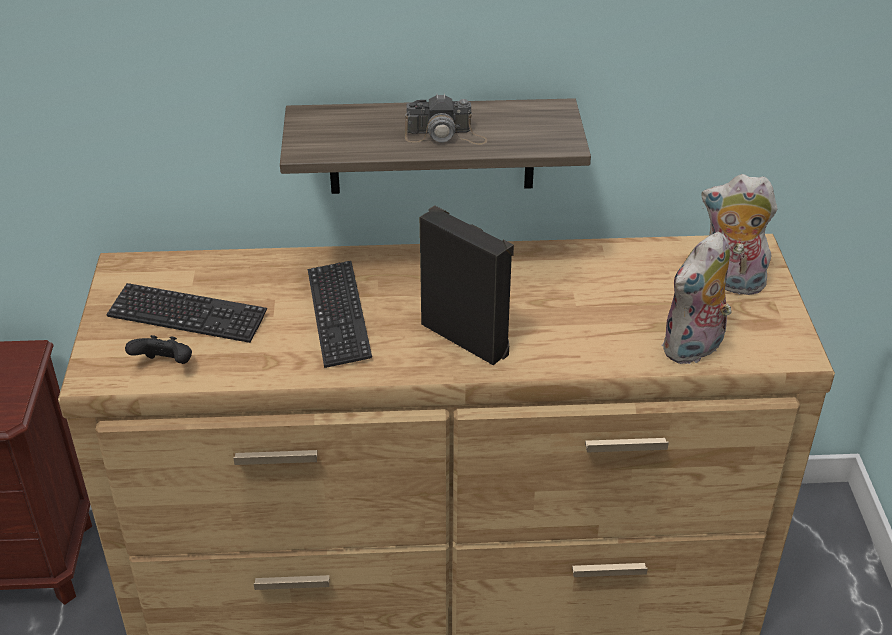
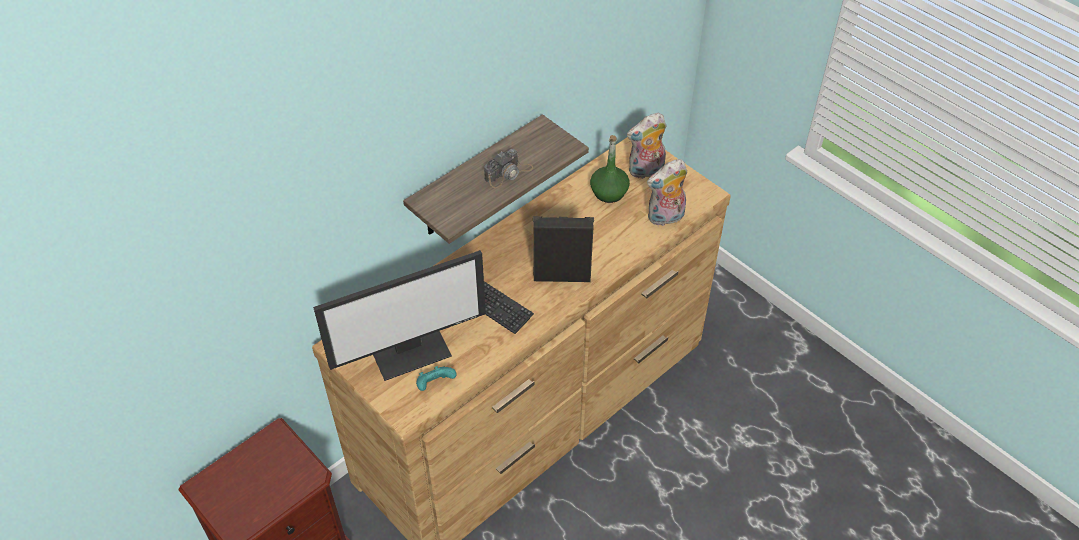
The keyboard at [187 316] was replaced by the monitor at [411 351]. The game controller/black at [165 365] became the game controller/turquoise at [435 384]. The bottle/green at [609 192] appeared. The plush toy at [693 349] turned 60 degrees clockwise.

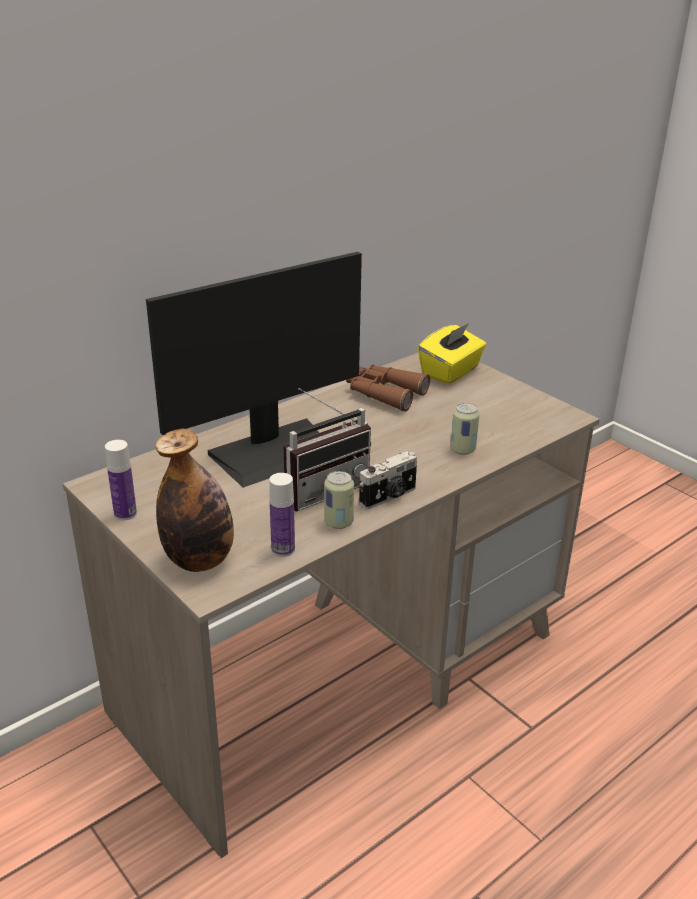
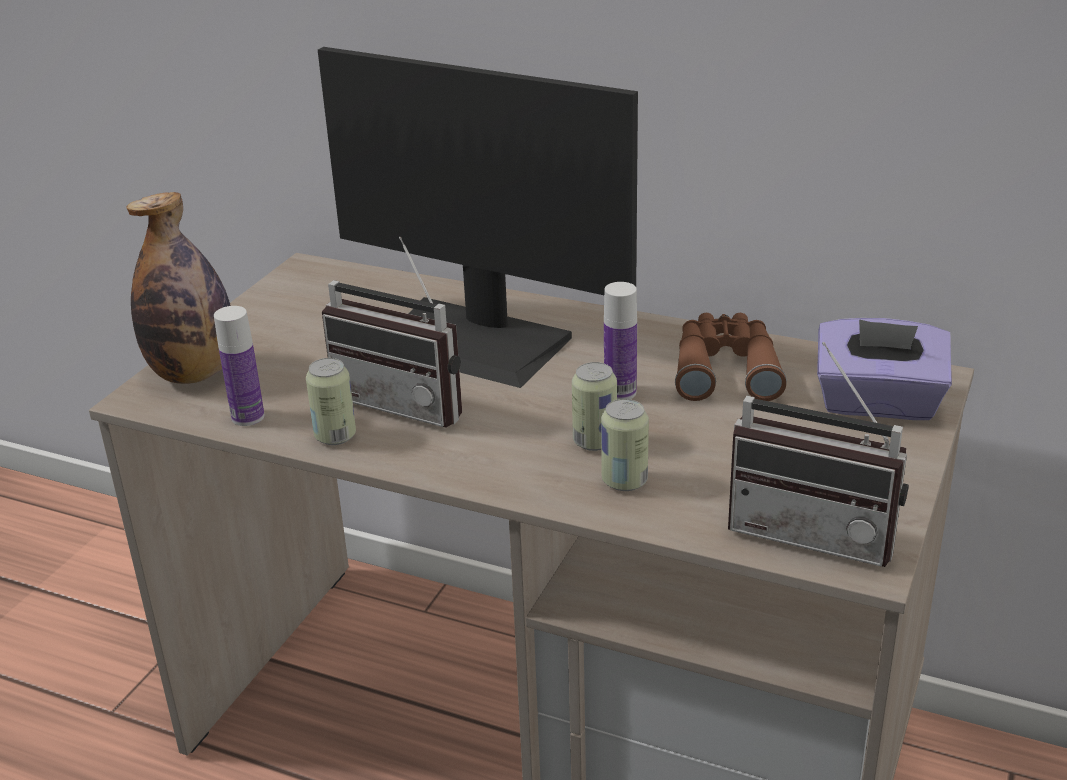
The can at [594 441] appeared. The bottle moved from [125 514] to [620 392]. The radio at [816 530] appeared. The tissue box/yellow at [451 372] became the tissue box/purple at [878 403]. The photo camera at [389 497] disappeared.

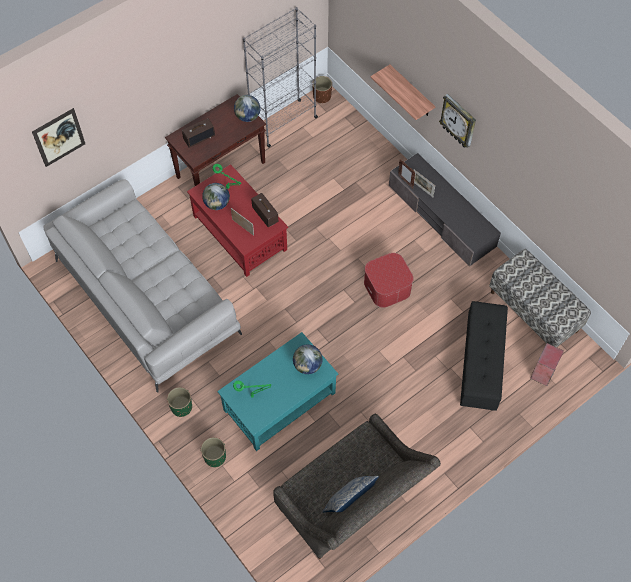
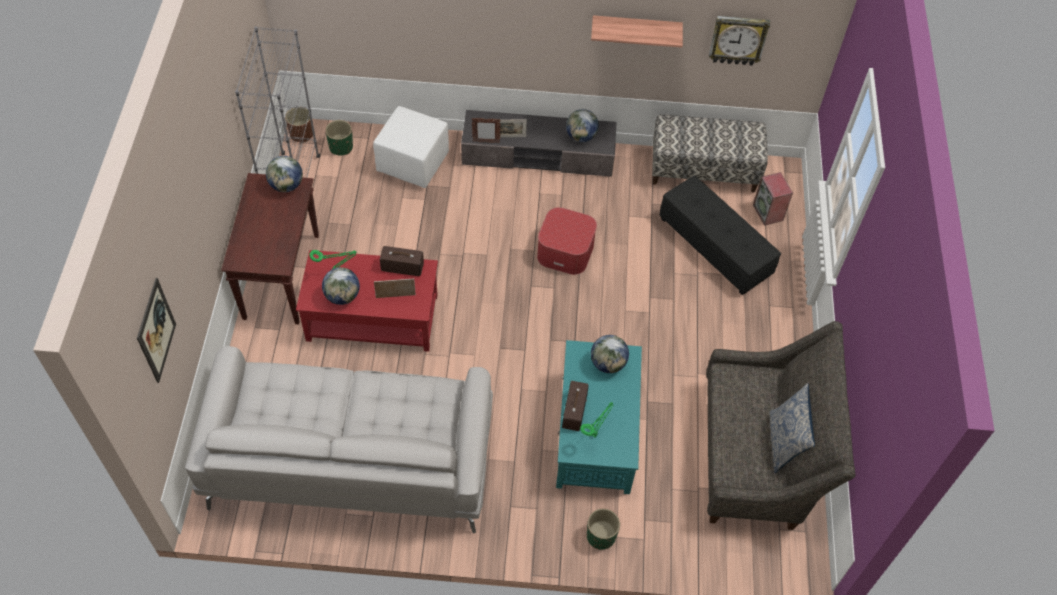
The planter/green moved from [181 407] to [341 147]. The ottoman/white at [413 163] appeared. The radio moved from [199 137] to [573 411]. The globe at [581 137] appeared. The shelf moved from [411 92] to [636 29]. The wall clock moved from [458 121] to [738 39].

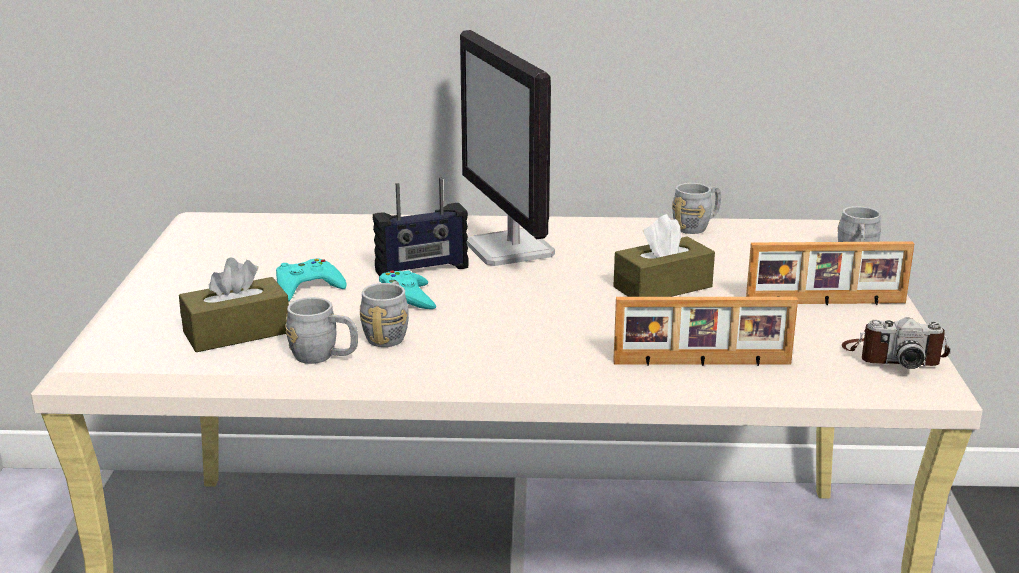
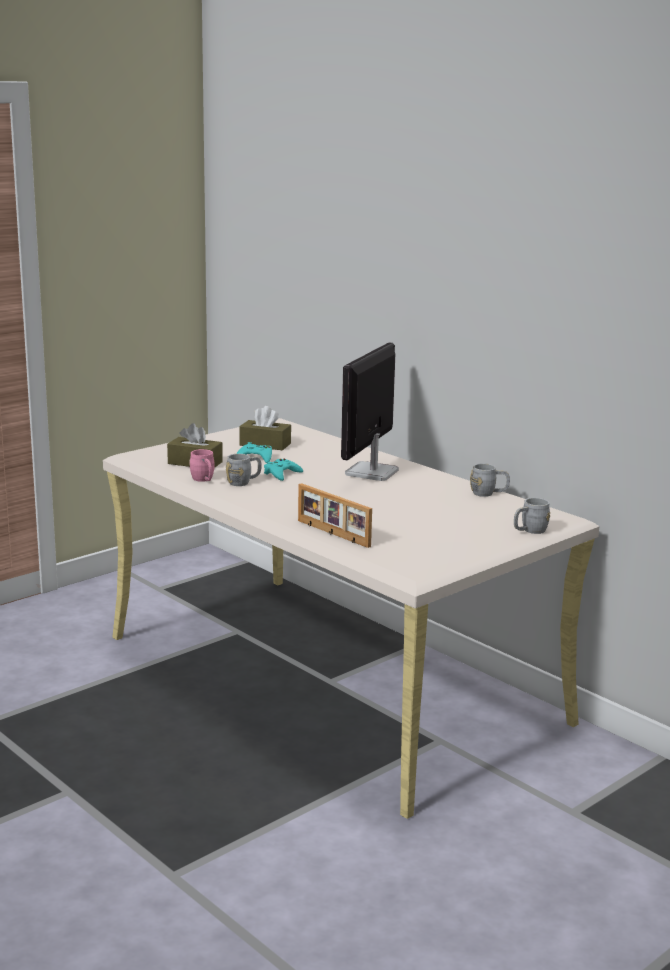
The mug/grey at [323 357] became the mug/pink at [204 480]. The tissue box/brown moved from [662 287] to [265 444]. The radio at [422 270] disappeared. The picture frame at [826 303] disappeared. The photo camera at [893 356] disappeared.

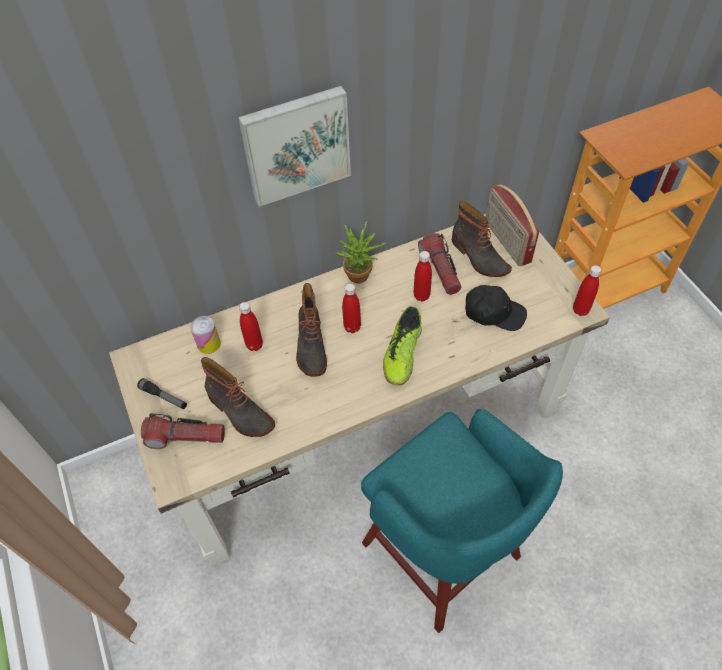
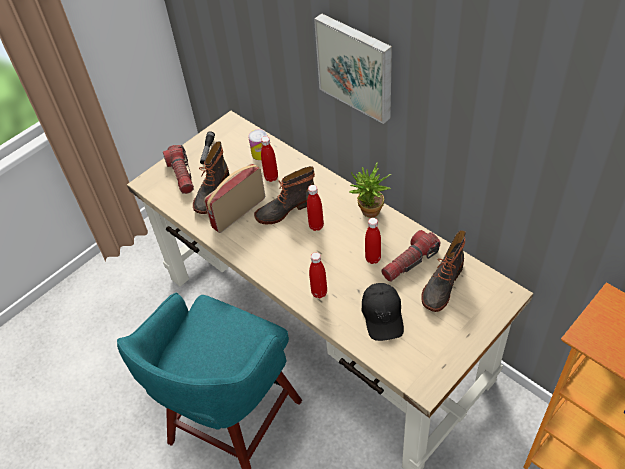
The radio moved from [506 242] to [238 212]. The bottle/red moved from [580 310] to [319 293]. The shoe at [402 354] disappeared.

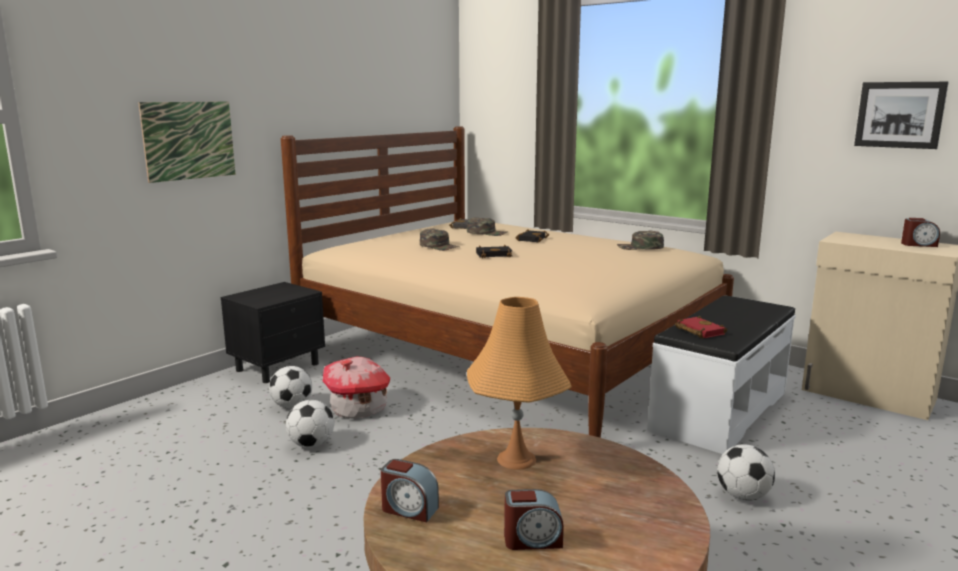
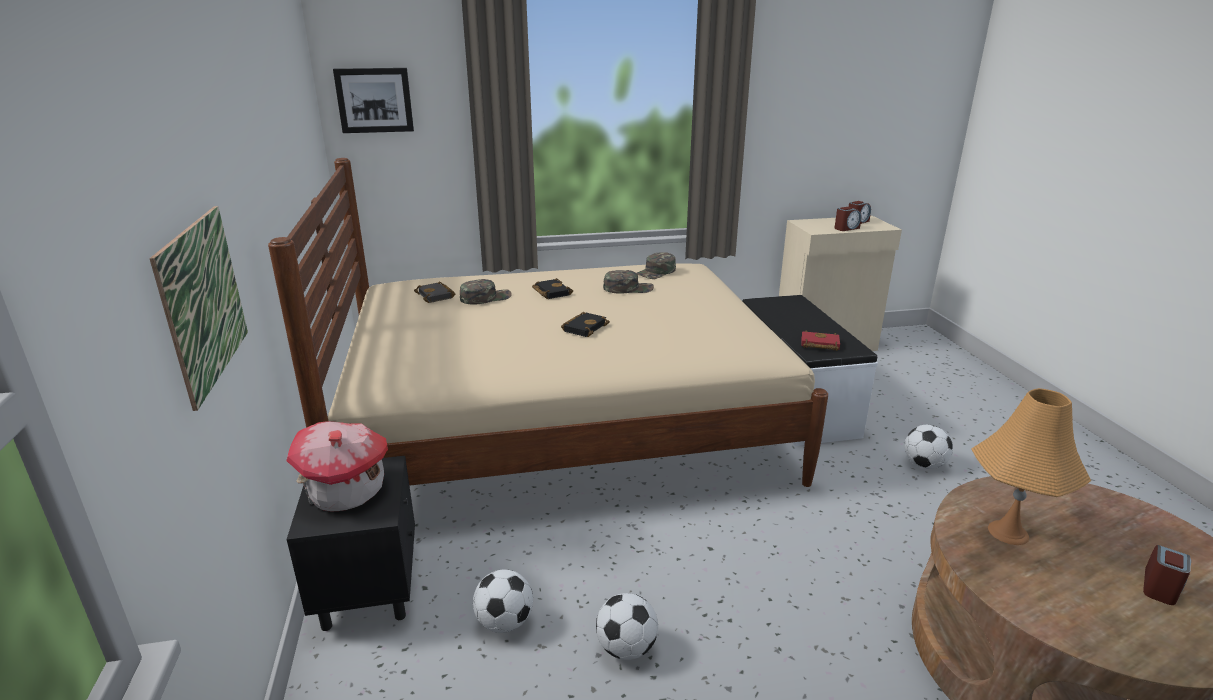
The toy house moved from [359 409] to [346 491]. The picture moved from [899 114] to [374 100]. The cap/green moved from [439 246] to [628 288]. The alarm clock moved from [409 509] to [846 228].

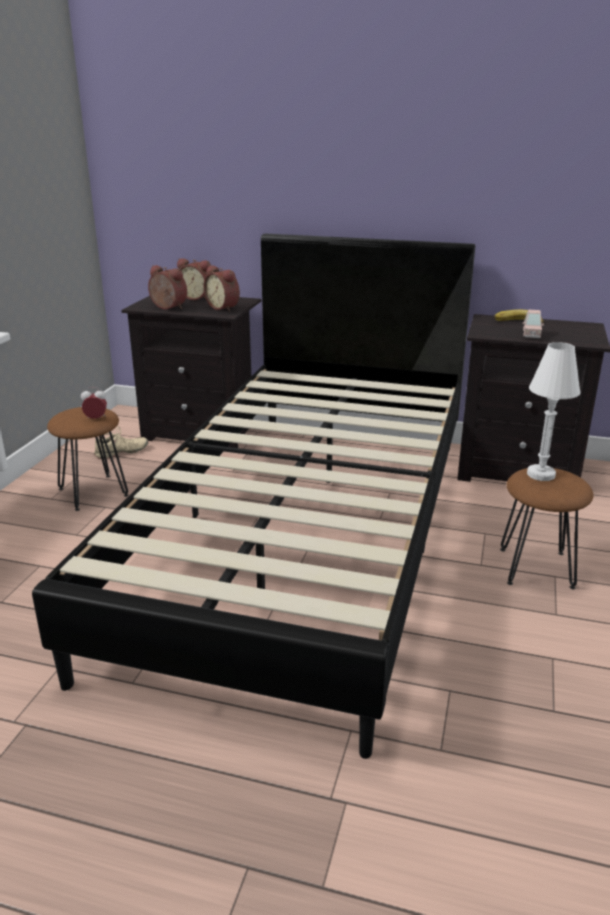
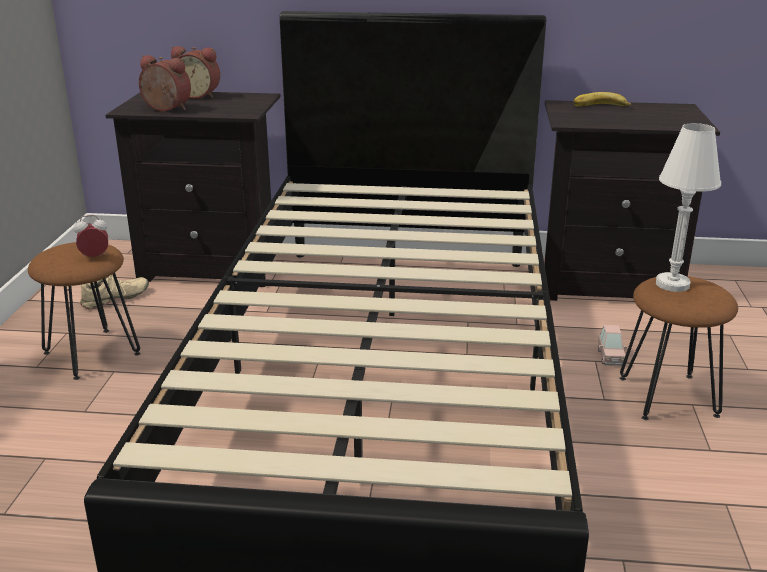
The toy car/pink moved from [531 335] to [610 357]. The alarm clock at [224 307] disappeared.

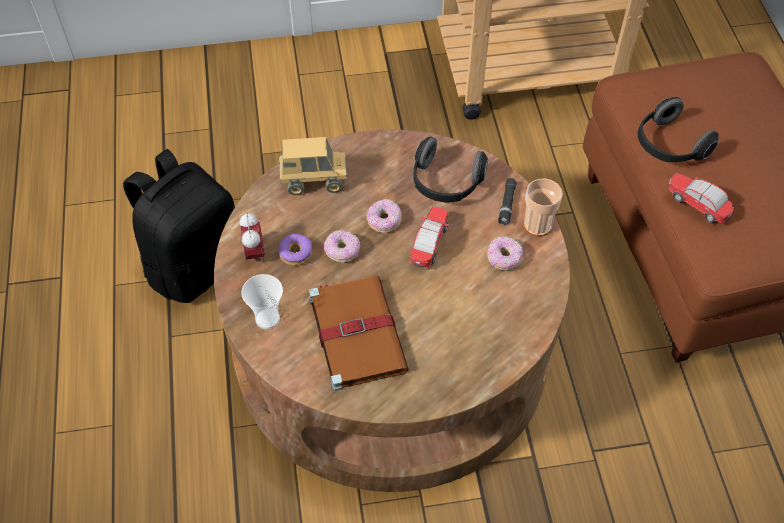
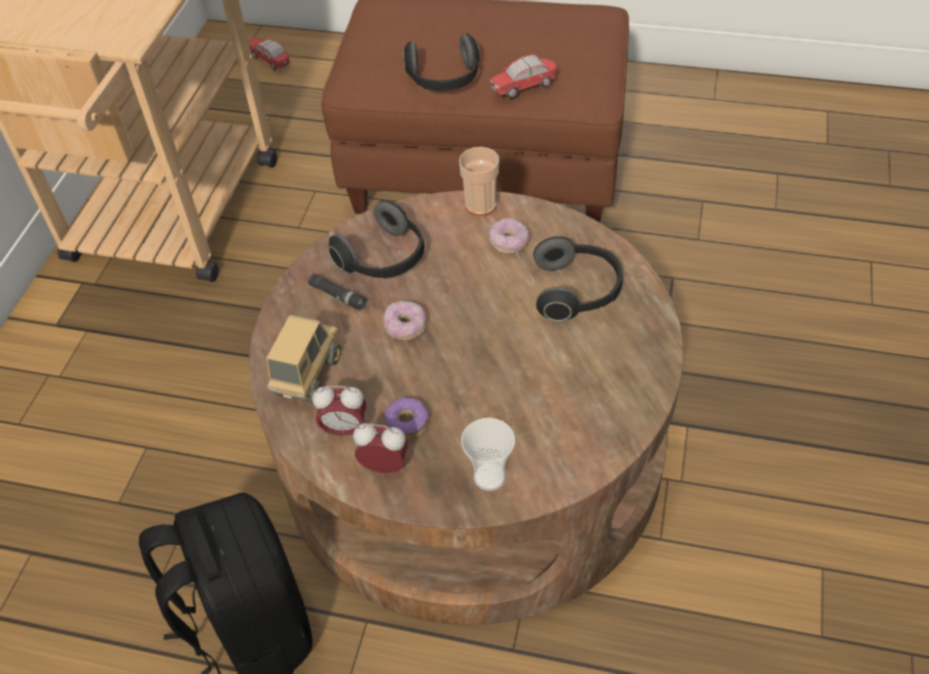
The toy car moved from [428 244] to [270 61]. The flashlight/black moved from [507 205] to [338 296]. The alarm clock at [344 429] appeared. The headphones at [577 292] appeared. The book/brown at [356 332] disappeared. The donut at [342 251] disappeared.

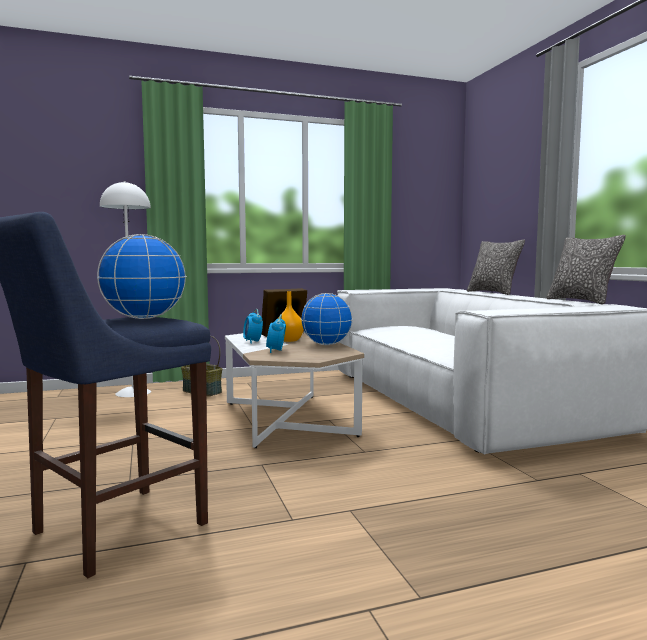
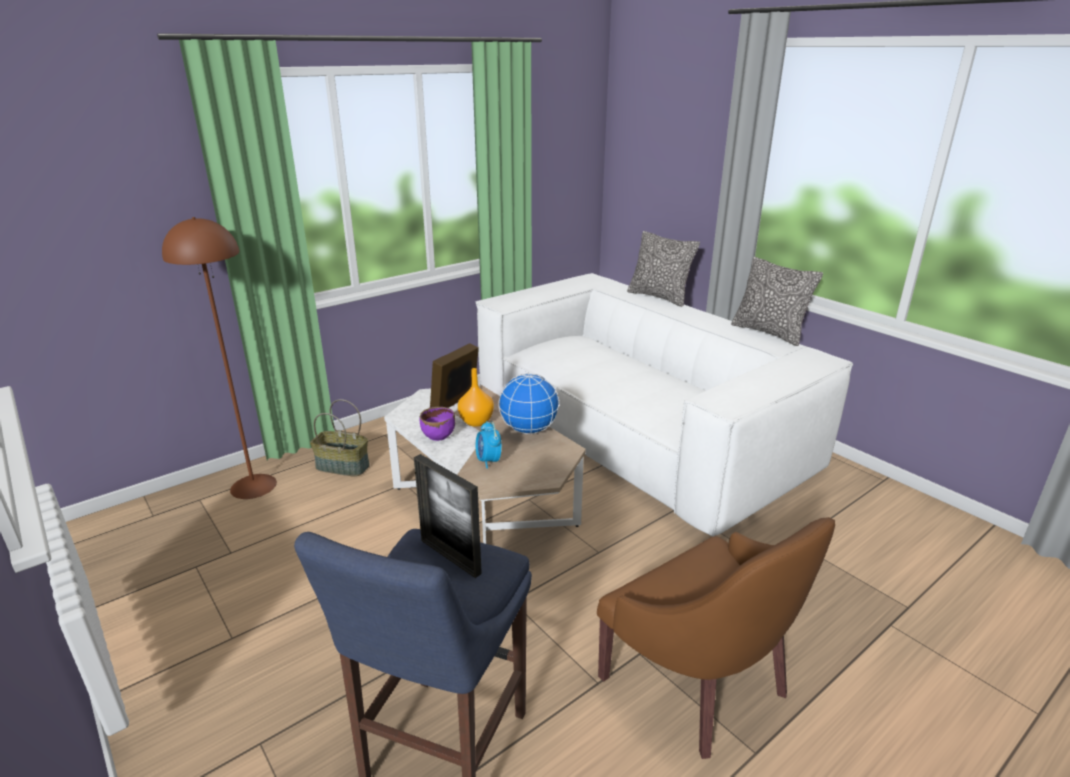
The floor lamp/white at [133 392] became the floor lamp/brown at [254 486]. The globe at [145 318] was replaced by the picture frame at [450 556]. The alarm clock at [252 342] was replaced by the bowl/purple at [438 435]. The armchair/brown at [700 683] appeared.

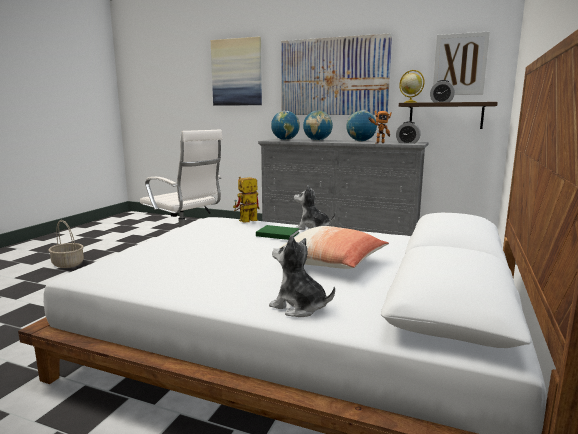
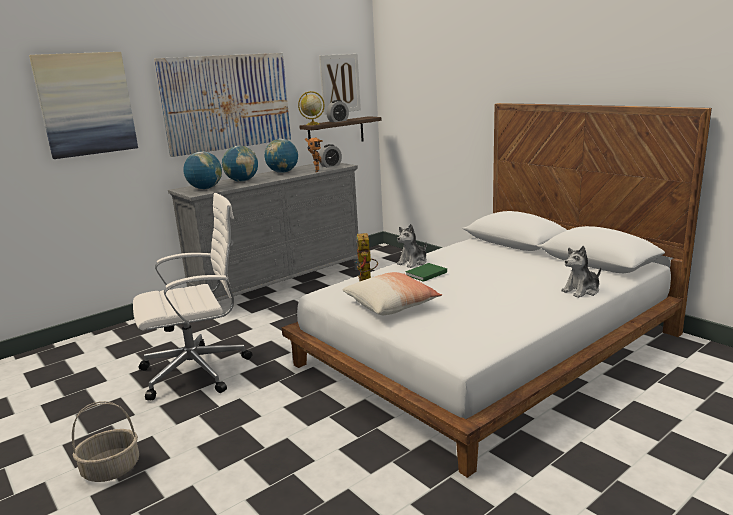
The pillow moved from [333 263] to [392 305].

